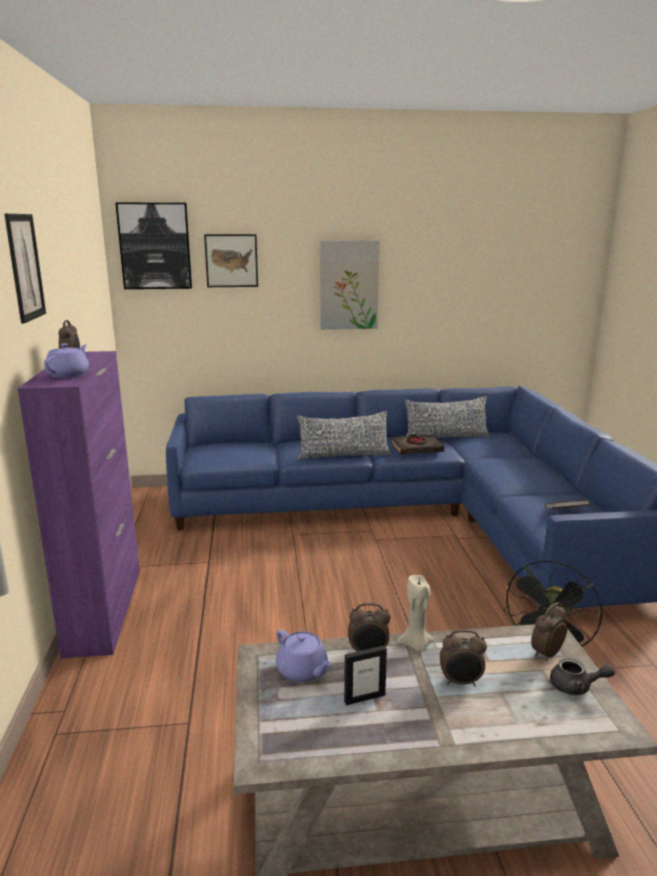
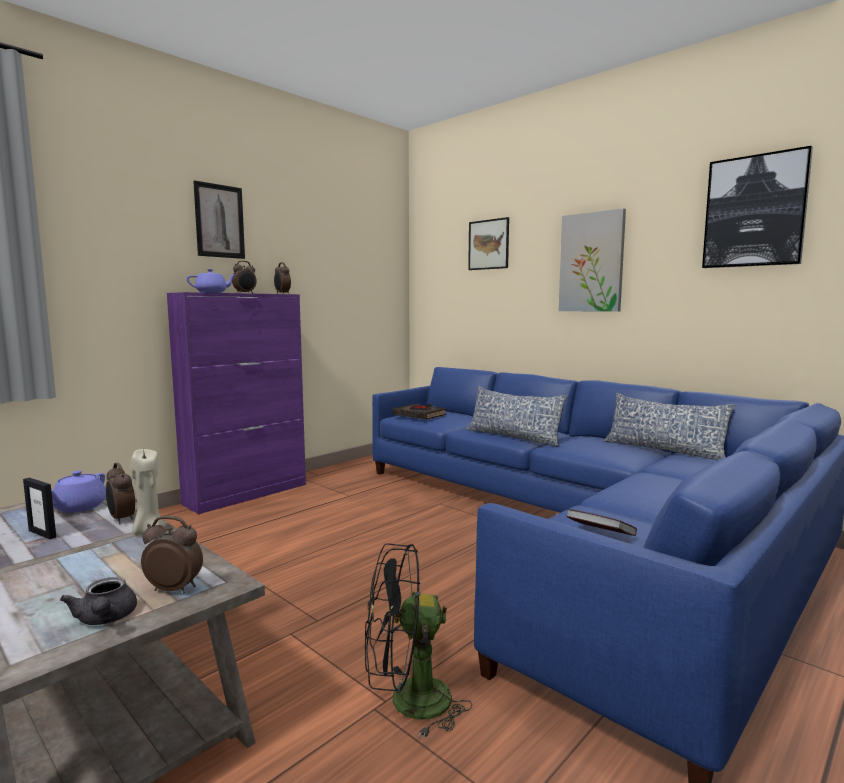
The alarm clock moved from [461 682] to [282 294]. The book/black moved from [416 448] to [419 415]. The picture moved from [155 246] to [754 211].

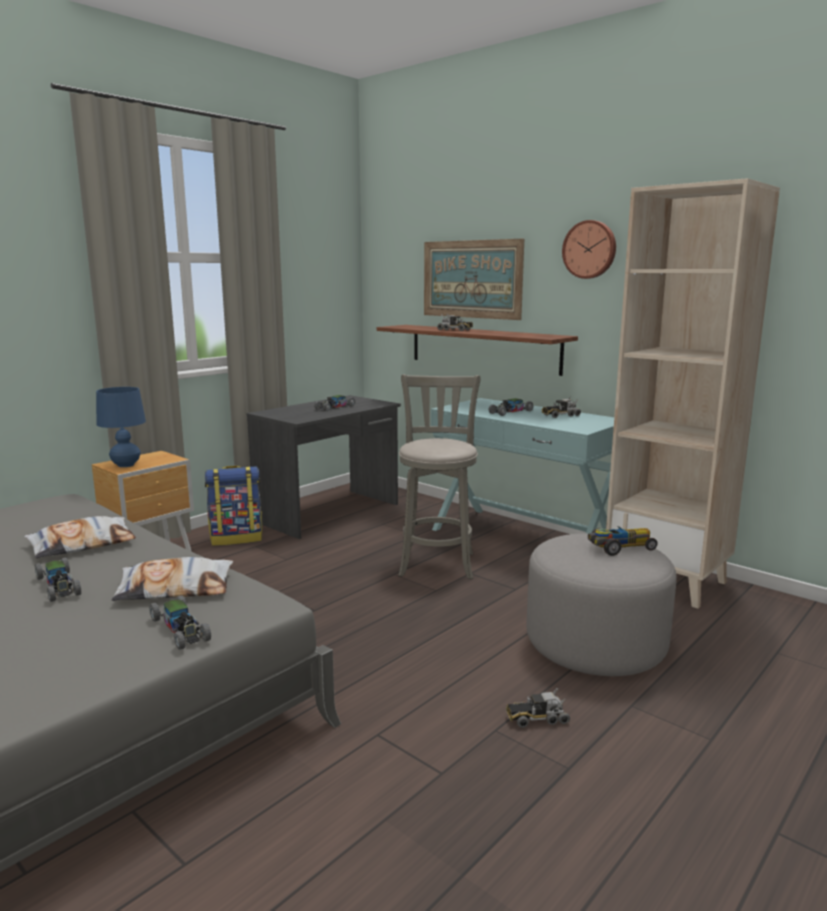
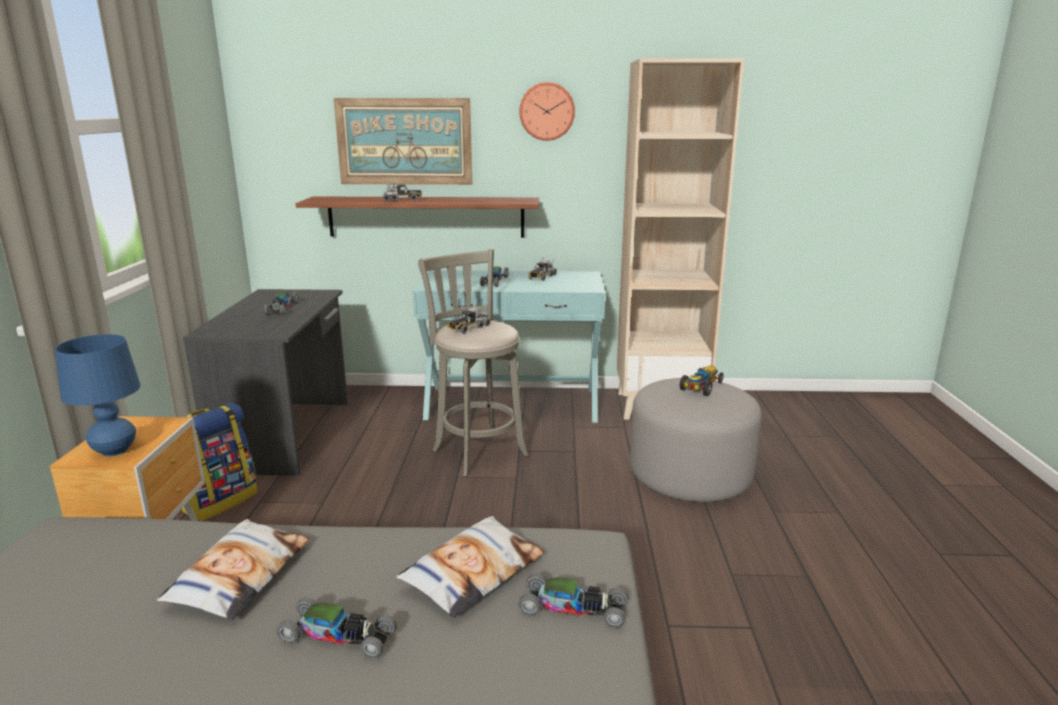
The toy truck moved from [537 718] to [468 328].

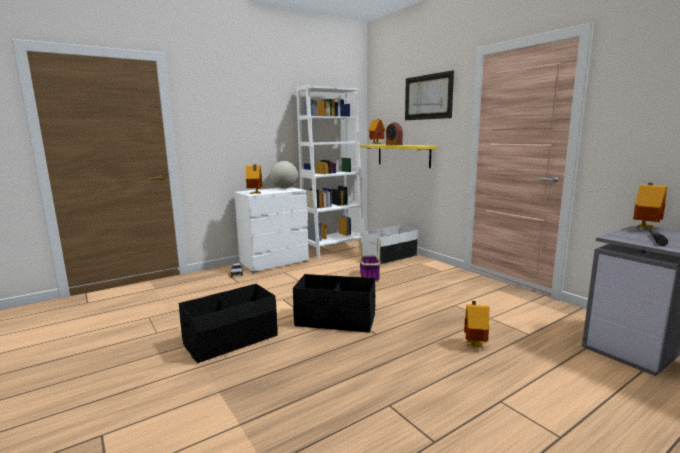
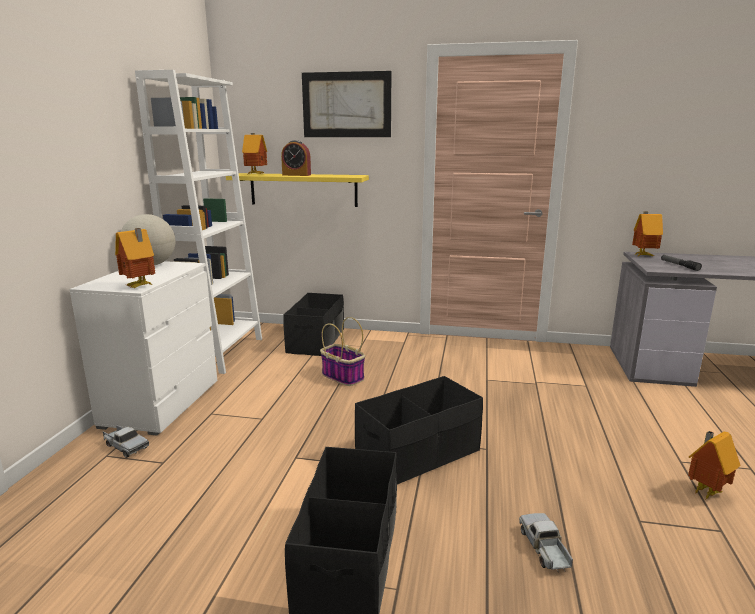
The storage box/white at [390 257] became the storage box/black at [316 341]. The toy truck at [544 548] appeared. The toy house moved from [474 345] to [704 491].

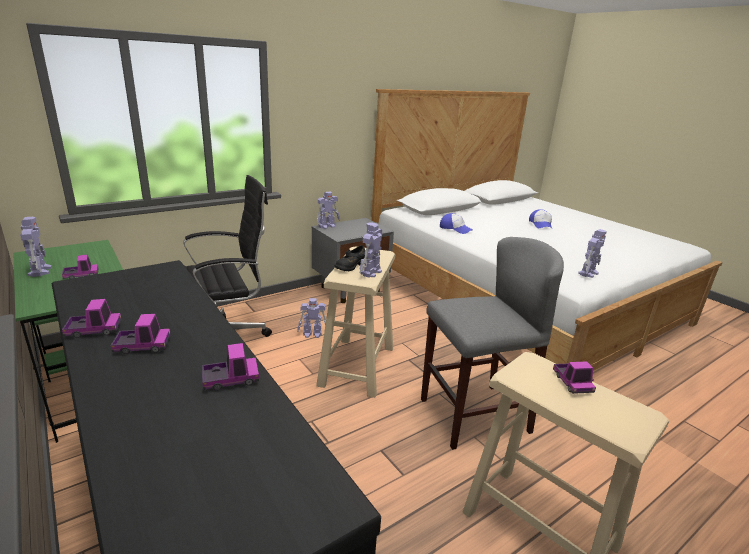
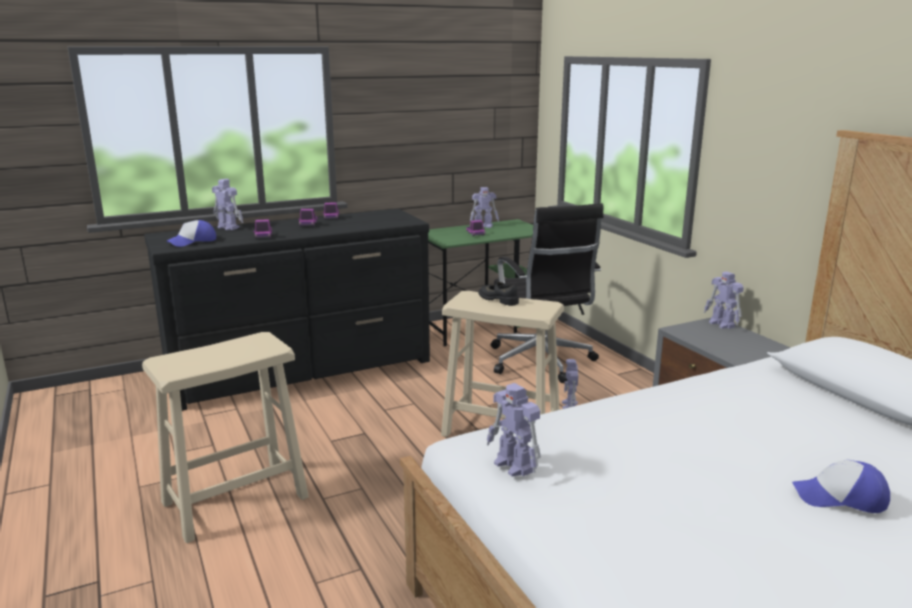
The cap moved from [455 229] to [193 241]. The toy robot moved from [370 272] to [228 227]. The stool/grey at [473 415] disappeared. The toy truck at [572 383] disappeared.

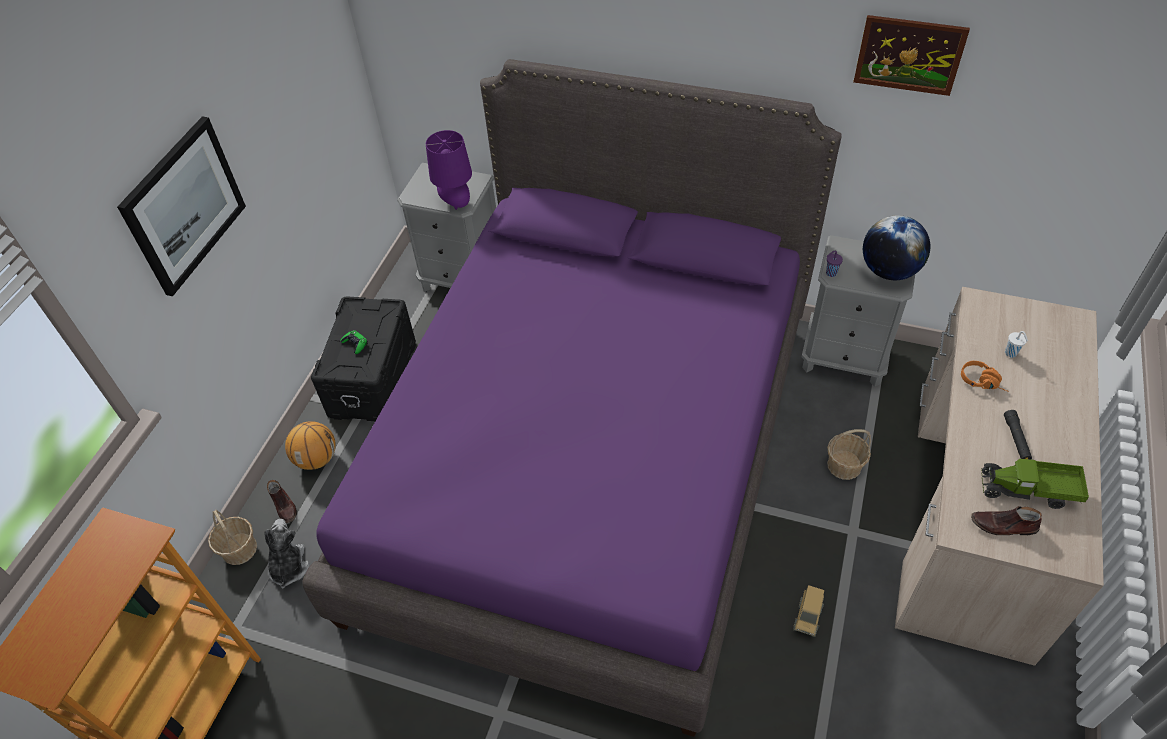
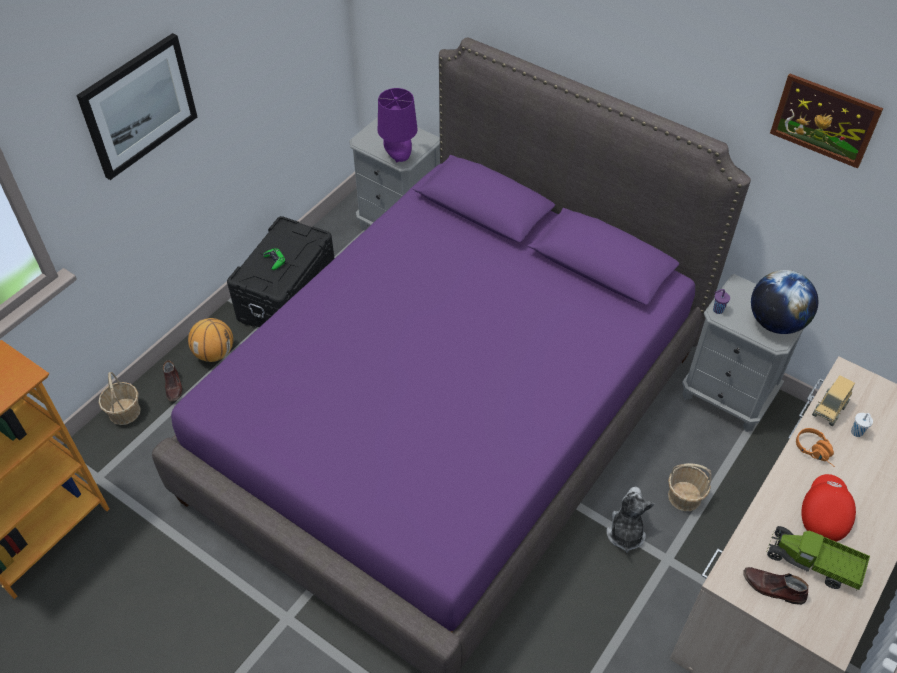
The plush toy moved from [288 567] to [625 532]. The flashlight/black at [1016 439] was replaced by the cap/red at [823 513]. The toy truck moved from [807 618] to [829 410].

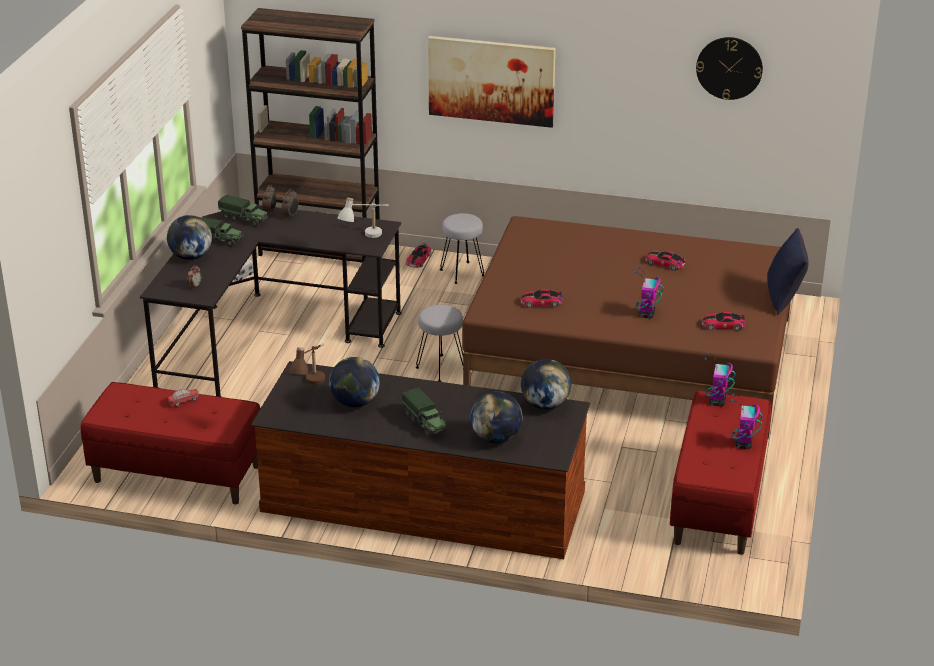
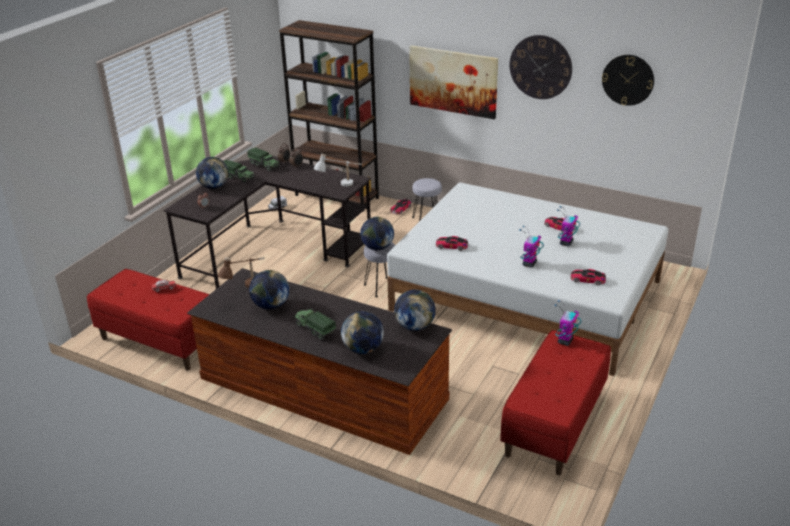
The toy truck at [425 423] turned 150 degrees clockwise. The globe at [377 248] appeared. The bed/brown at [631 356] became the bed/white at [526 295]. The wall clock at [540 67] appeared. The toy robot moved from [743 444] to [566 243]. The pillow/blue at [784 298] disappeared.

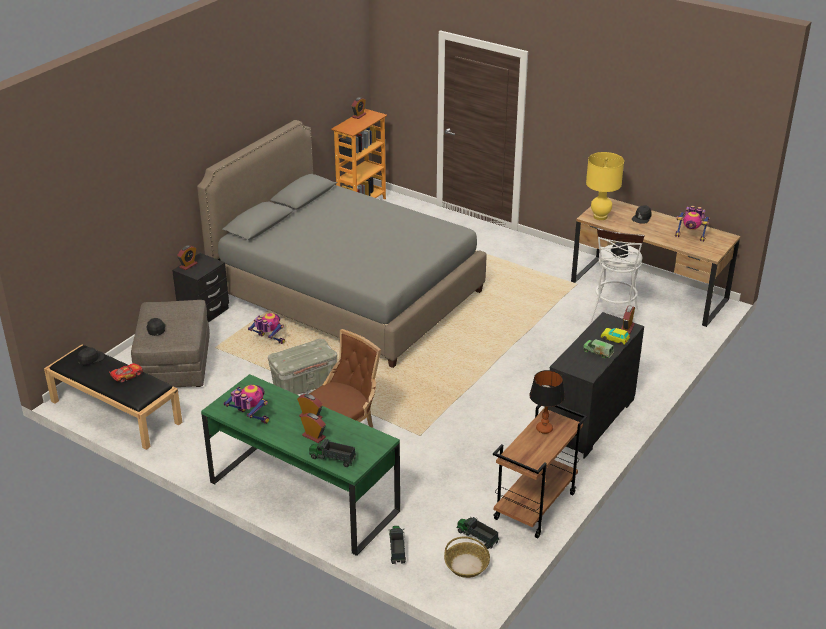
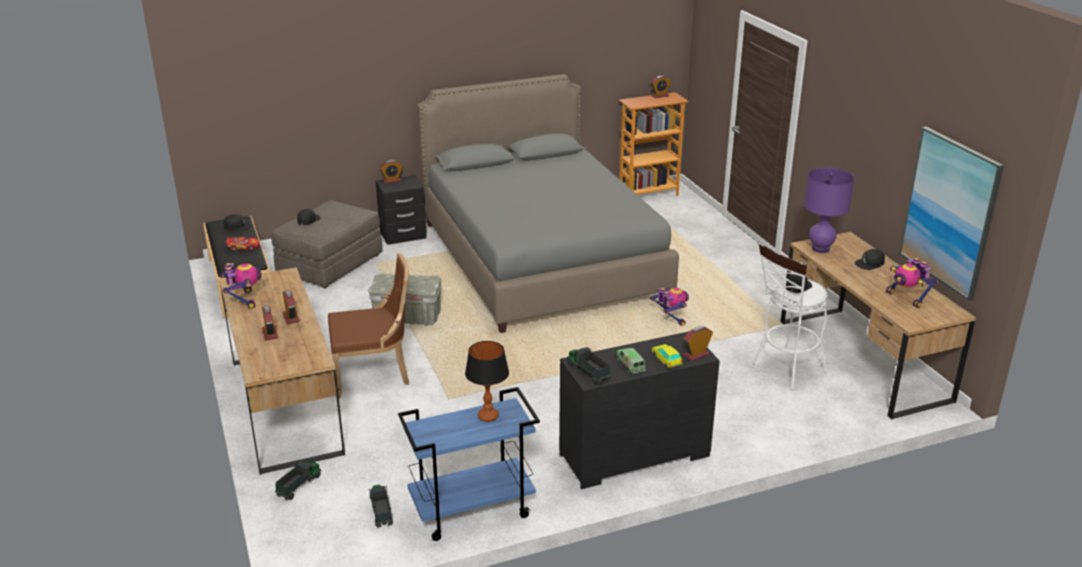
The desk/green at [304 496] became the desk/brown at [285 405]. The cart/brown at [535 507] became the cart/blue at [471 511]. The toy truck moved from [332 459] to [588 372]. The toy robot moved from [269 341] to [670 319]. The table lamp/yellow at [600 216] became the table lamp/purple at [820 249]. The picture at [949 212] appeared. The basket at [466 565] disappeared.

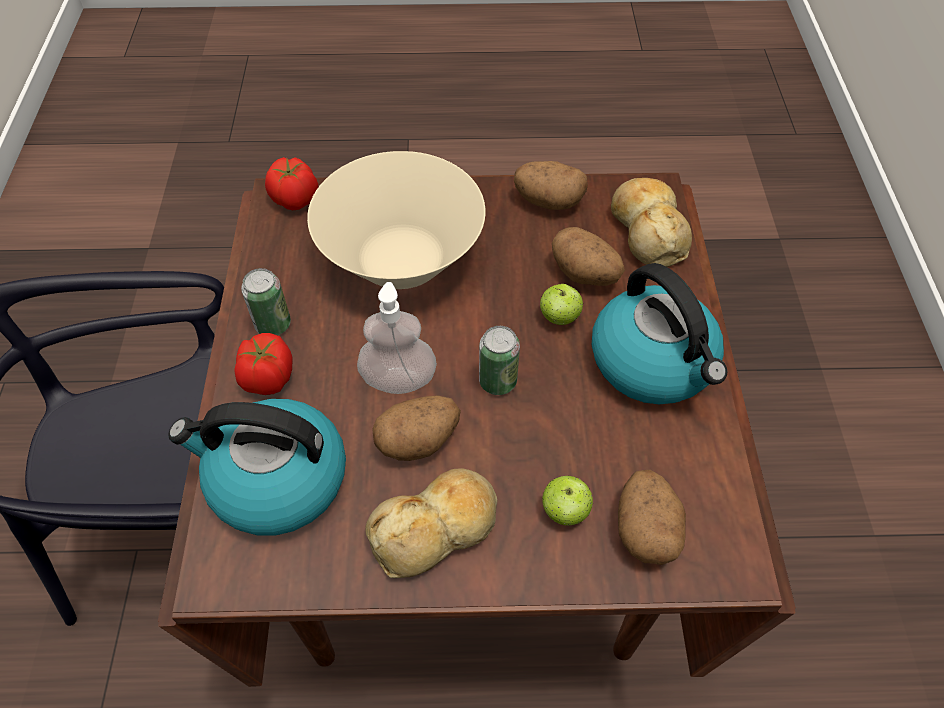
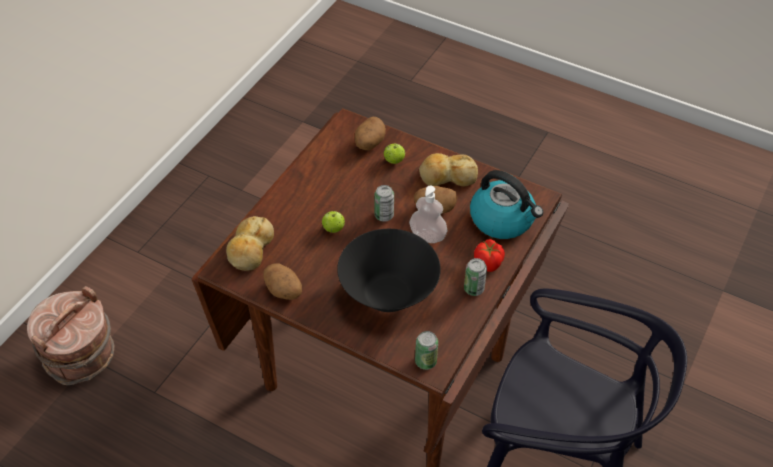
The bucket/brown at [81 358] appeared. The bowl/beige at [402 260] became the bowl/black at [388 293]. The tomato at [295 200] was replaced by the can at [425 361]. The potato at [585 274] disappeared. The kettle at [654 362] disappeared.

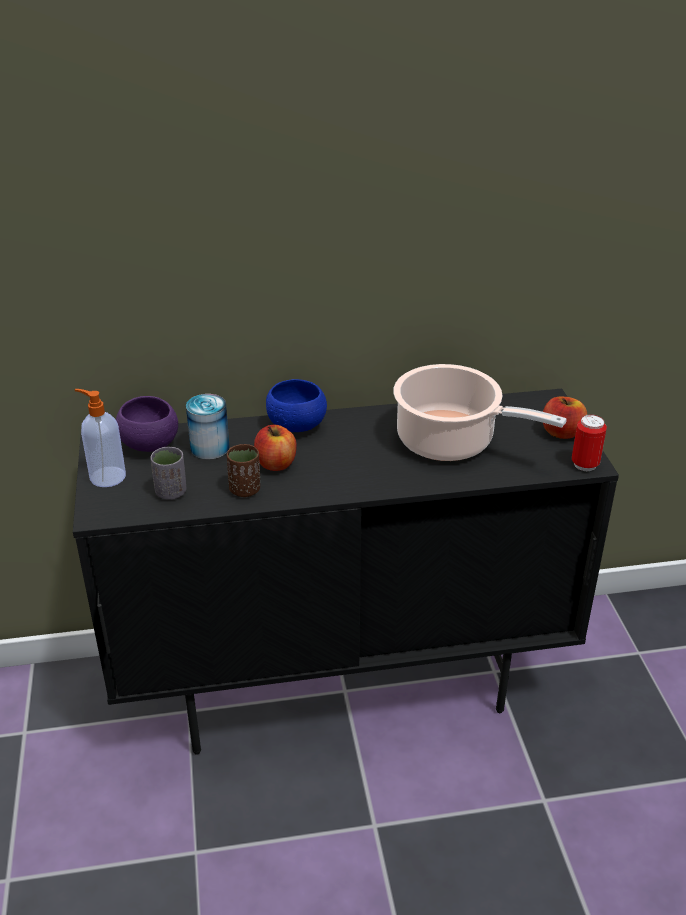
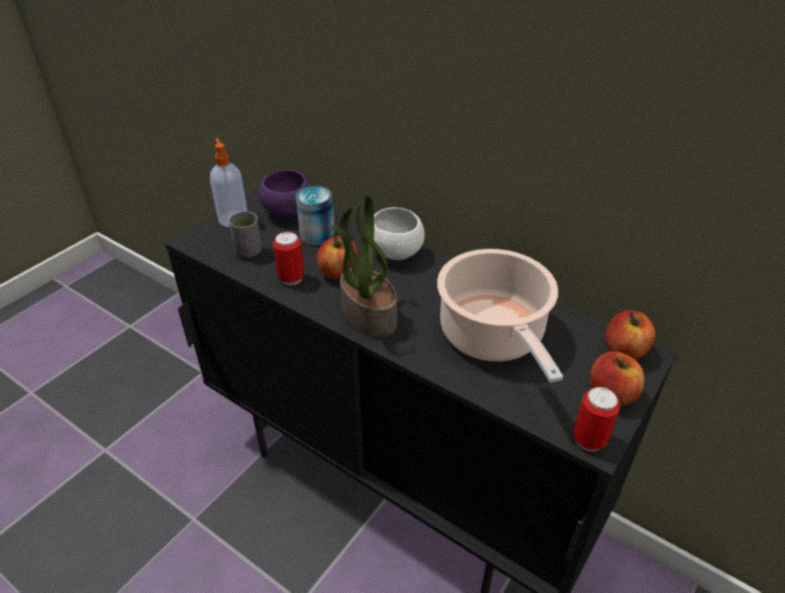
The cup/brown at [245 490] was replaced by the can at [291 278]. The potted plant at [367 315] appeared. The bowl/blue at [297 426] became the bowl/white at [396 252]. The apple at [625 350] appeared.

